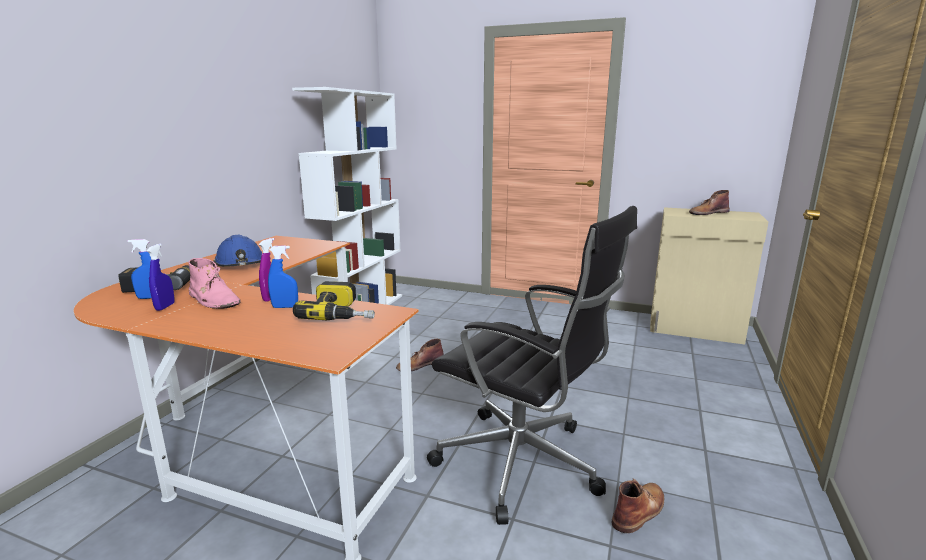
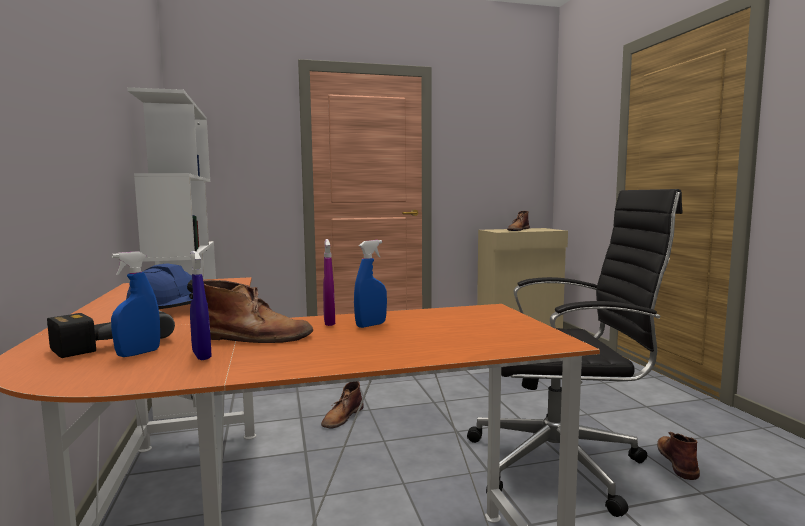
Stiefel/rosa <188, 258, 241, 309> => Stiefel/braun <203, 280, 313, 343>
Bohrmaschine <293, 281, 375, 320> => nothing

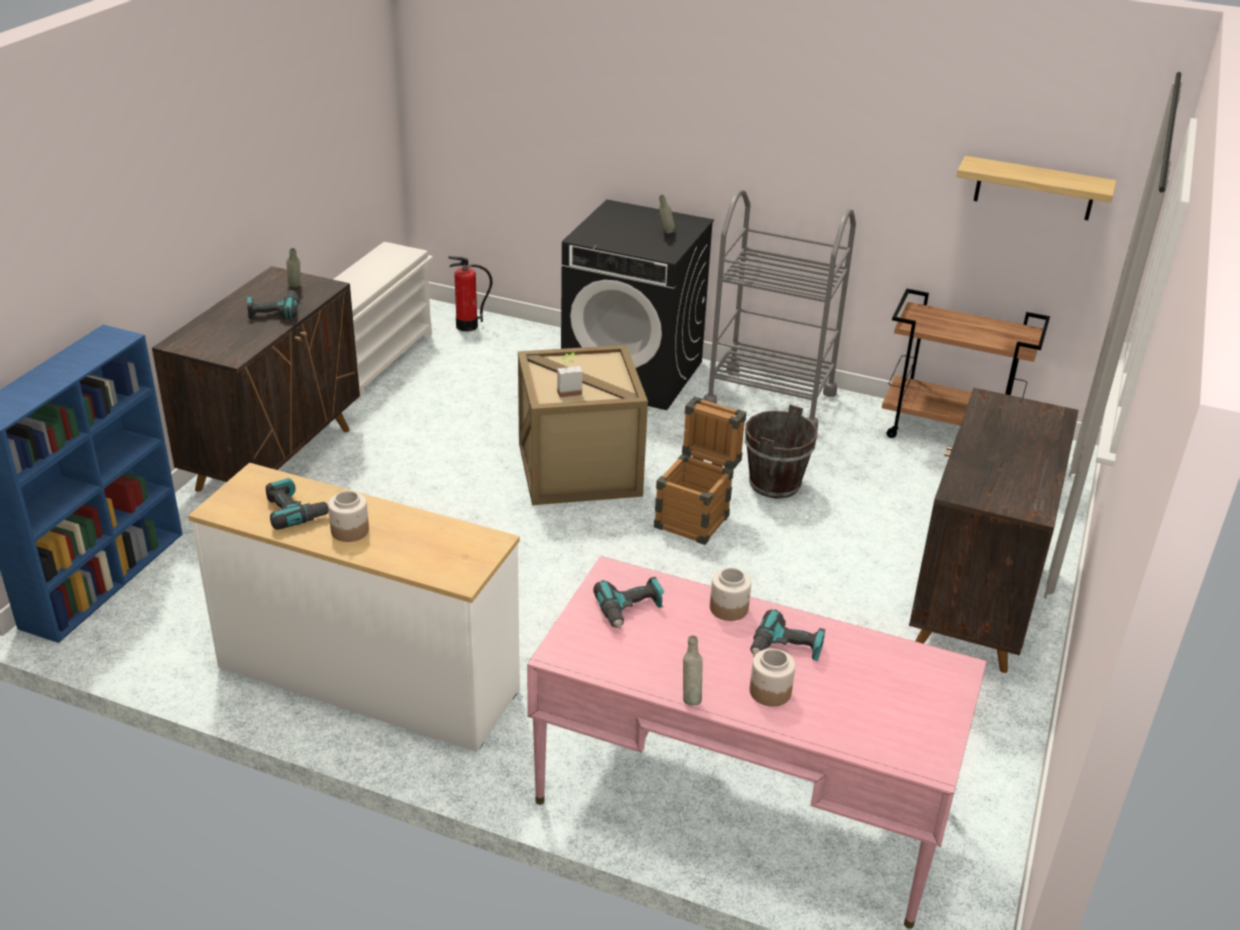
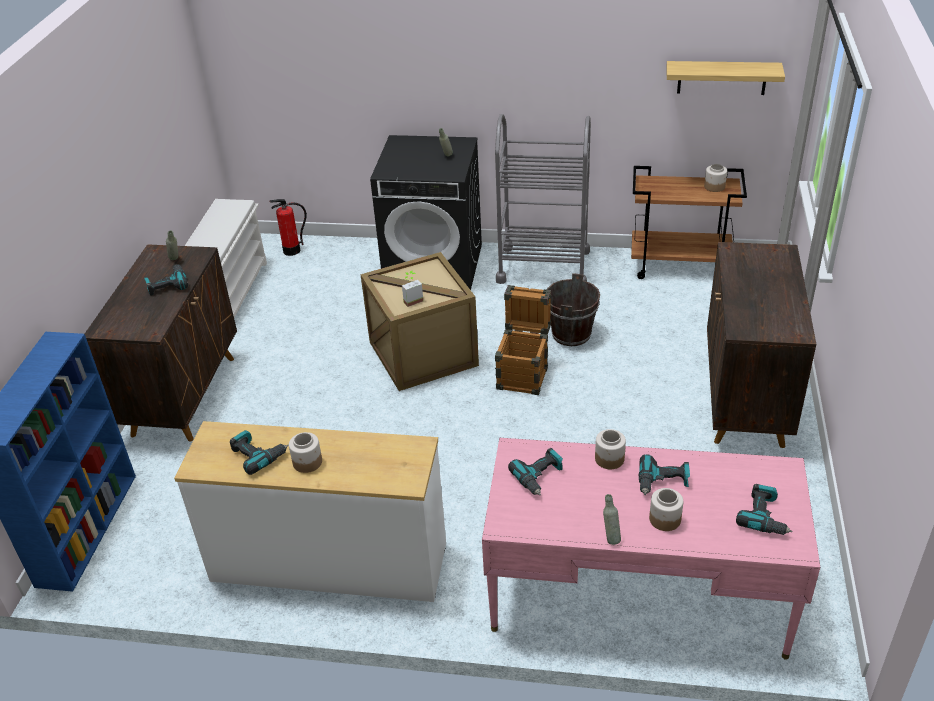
nothing => Vorratsglas <704, 164, 727, 192>
nothing => Bohrmaschine <736, 484, 793, 535>

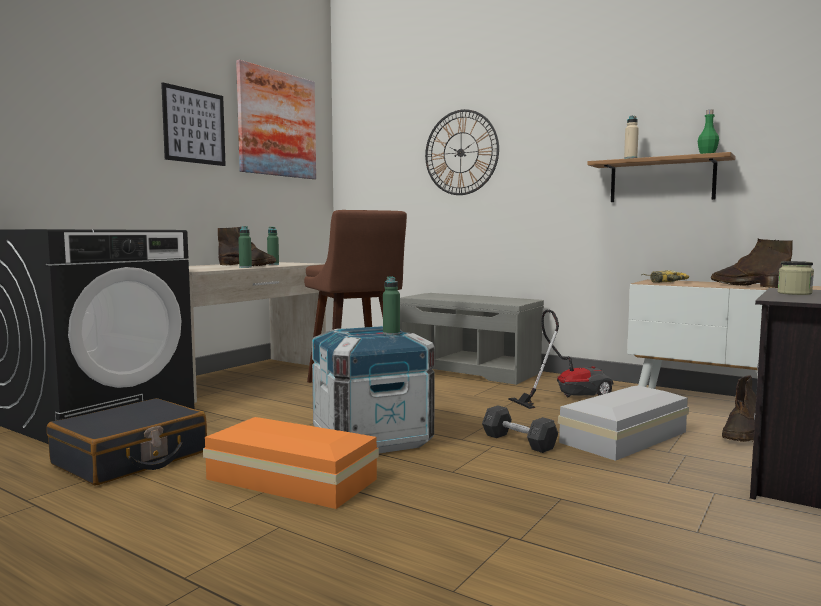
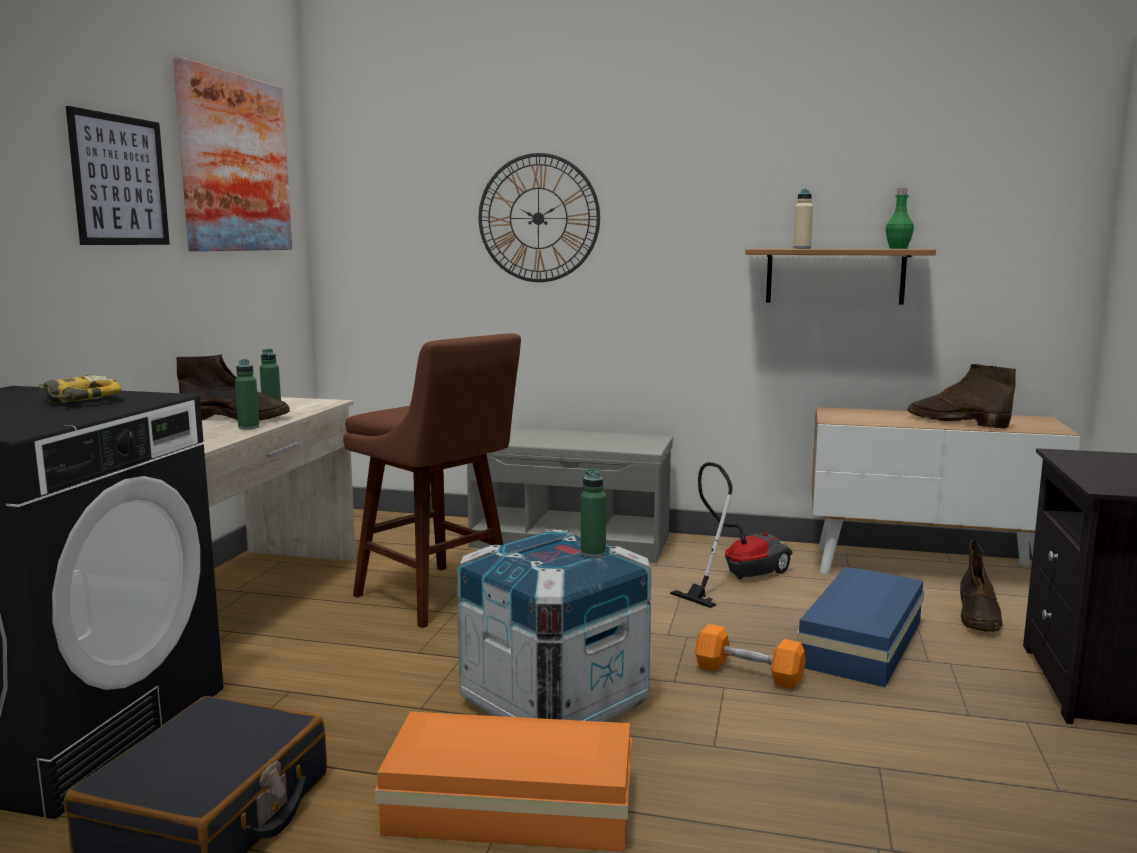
Hantel/grau <482, 406, 558, 453> => Hantel/orange <695, 624, 806, 689>
Aufbewahrungsbox/weiß <558, 386, 689, 461> => Aufbewahrungsbox/blau <796, 567, 924, 687>
Bohrmaschine <641, 270, 689, 283> => Bohrmaschine <39, 374, 121, 404>, shifted
Vorratsglas <777, 261, 814, 295> => nothing

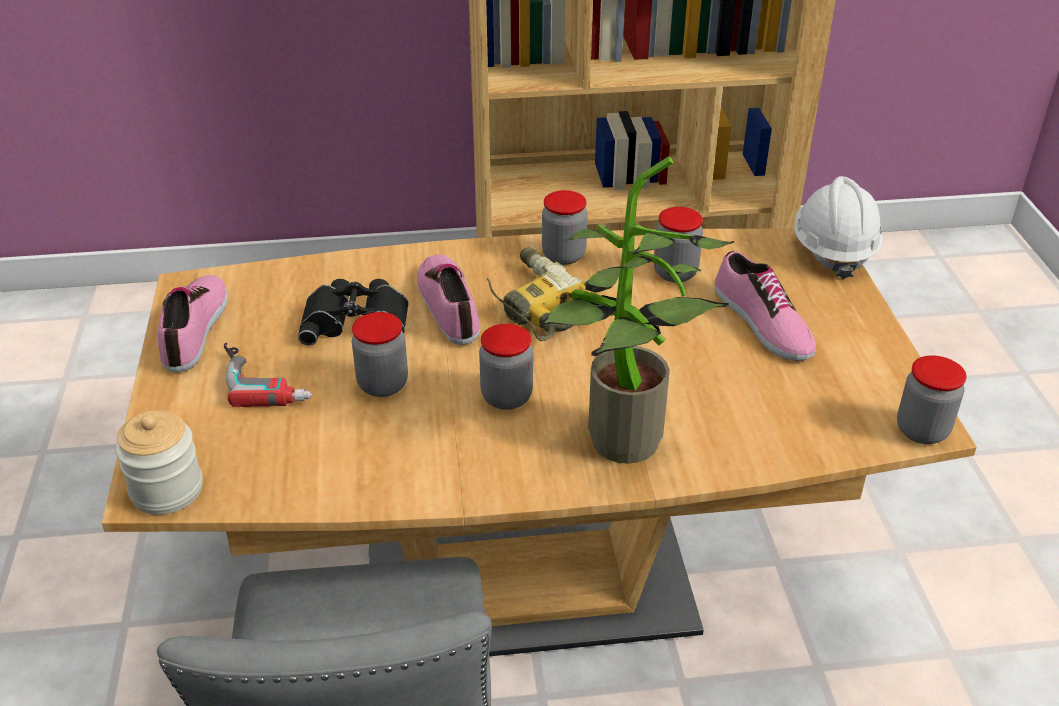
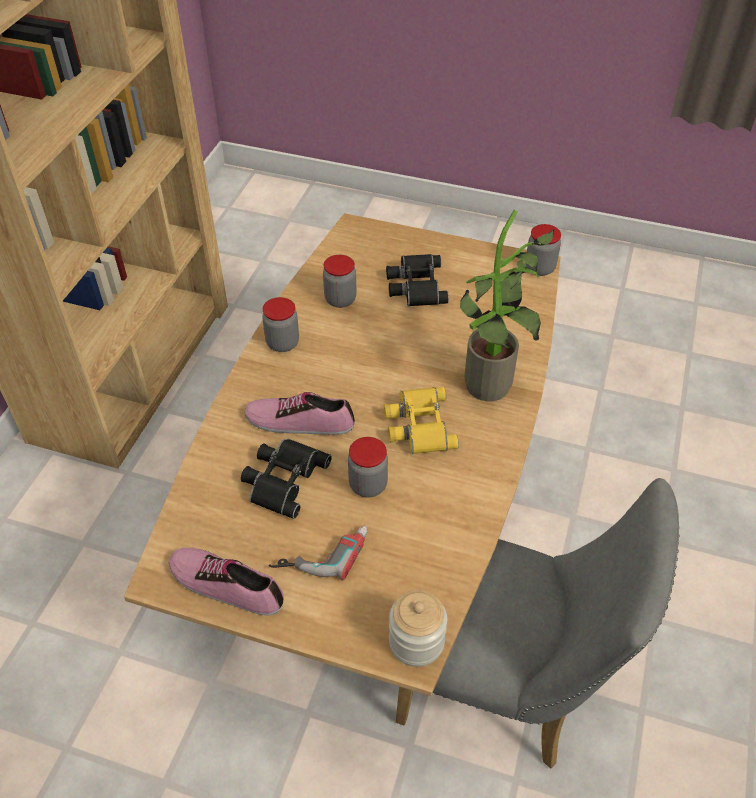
Vorratsglas <479, 324, 533, 410> => Fernglas/gelb <384, 387, 459, 454>
Bohrmaschine <486, 247, 594, 341> => nothing
Schuh <715, 251, 816, 361> => Fernglas/schwarz <386, 254, 449, 306>
Schutzhelm/weiß <794, 176, 883, 279> => nothing

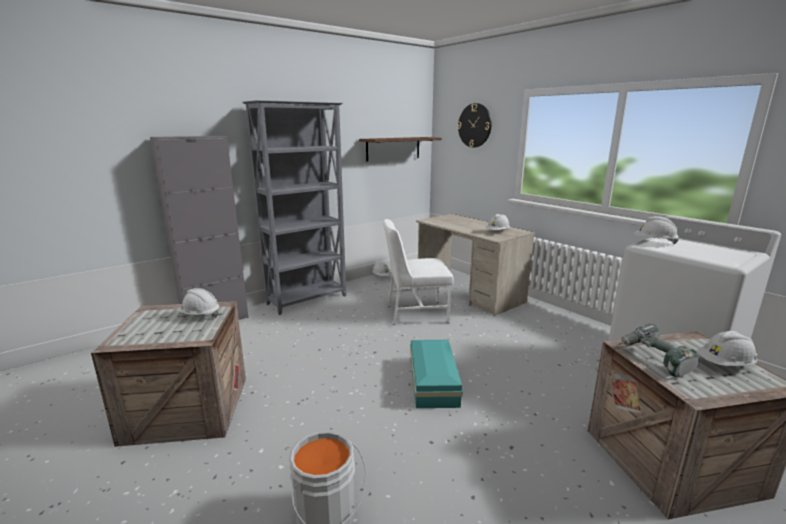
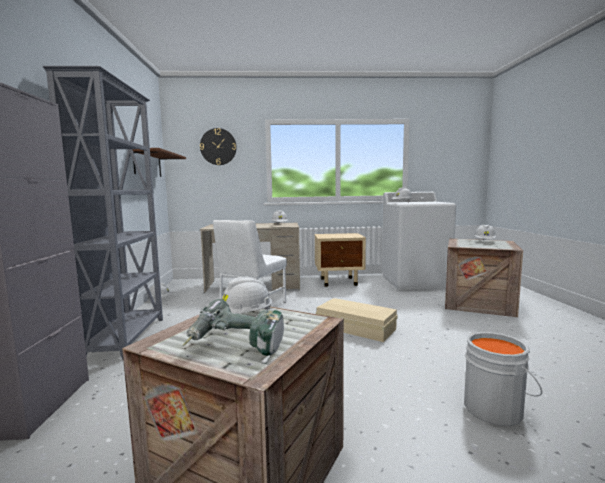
Aufbewahrungsbox/türkis <410, 340, 463, 408> => Aufbewahrungsbox/beige <316, 298, 398, 342>
Bohrmaschine <616, 324, 699, 380> => Bohrmaschine <183, 299, 284, 364>, shifted
nothing => Nachttisch/beige <314, 233, 366, 287>

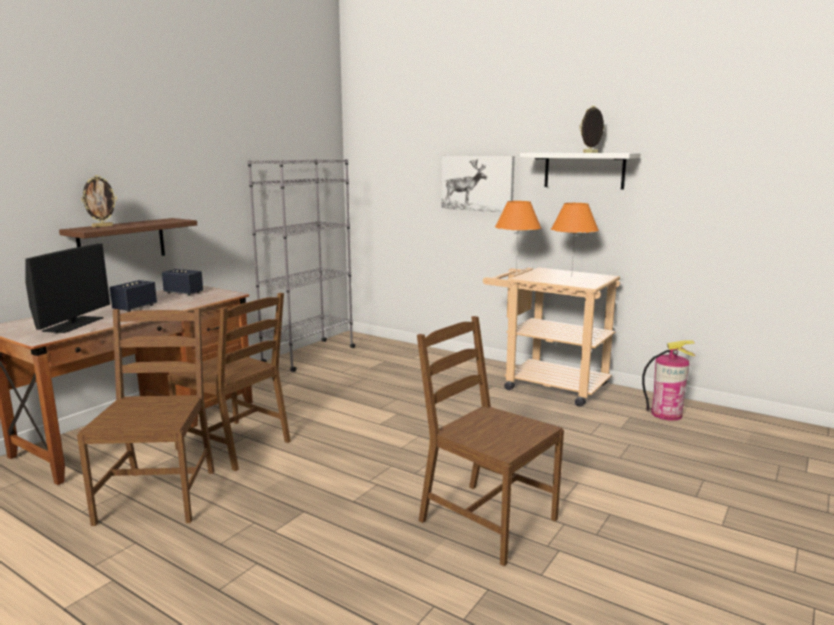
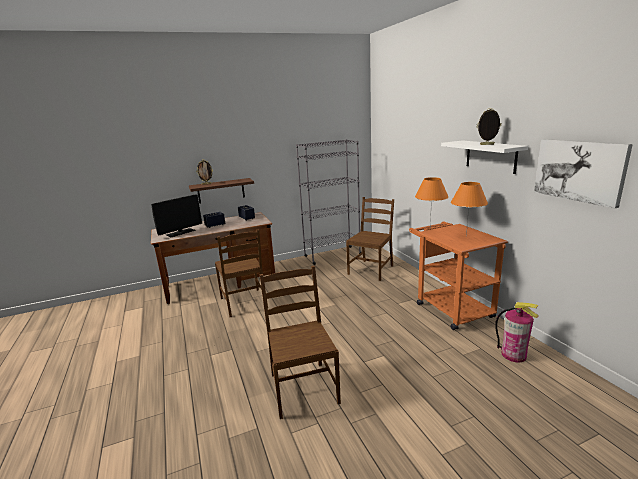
Stuhl/braun <77, 308, 214, 526> => Stuhl/braun <346, 197, 394, 281>, shifted
Bild <441, 156, 515, 212> => Bild <534, 139, 633, 208>, shifted
Rollwagen/beige <483, 267, 620, 407> => Rollwagen/orange <409, 221, 508, 330>

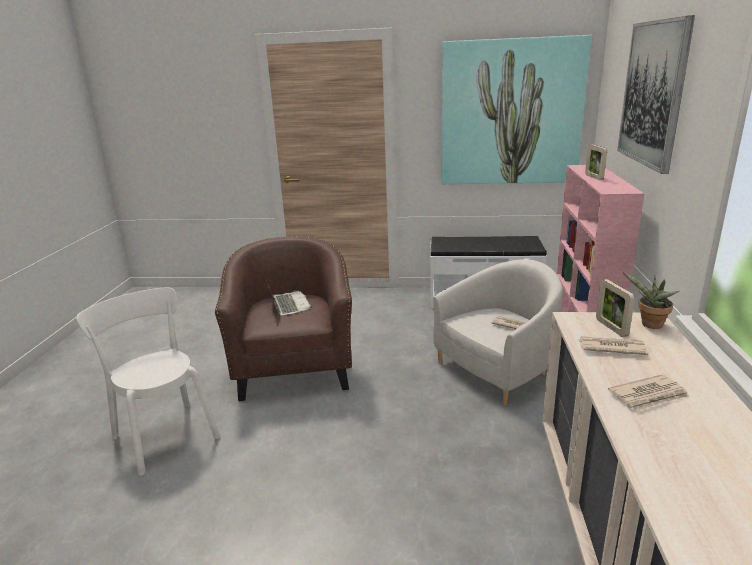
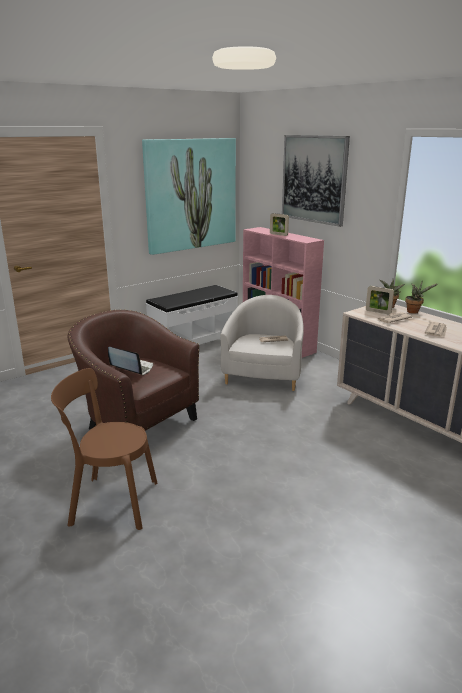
Stuhl/weiß <76, 287, 220, 476> => Stuhl/braun <51, 368, 157, 530>
nothing => Topfpflanze <405, 282, 438, 314>

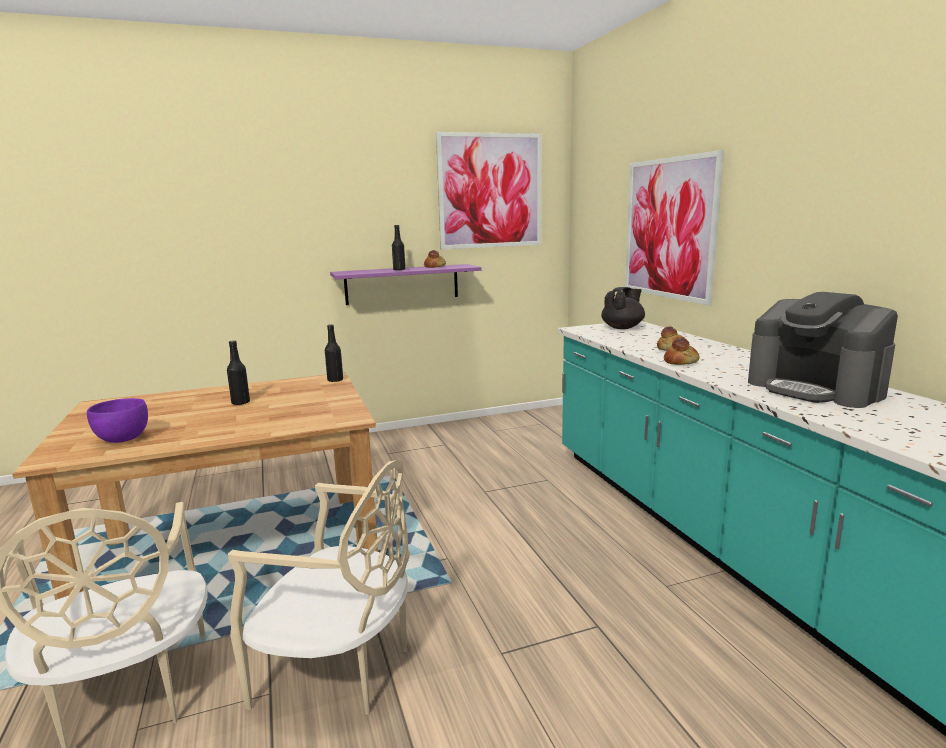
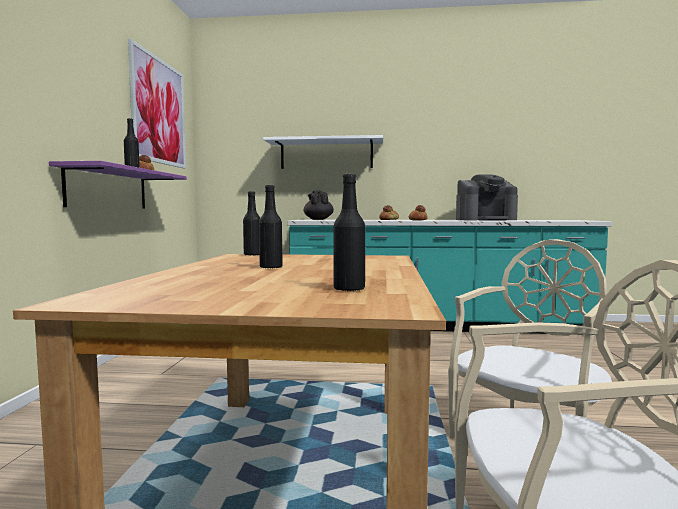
Schüssel/lila <87, 398, 148, 443> => Flasche/schwarz <333, 174, 365, 292>
Bild <625, 150, 724, 305> => Wandregal/weiß <263, 135, 383, 169>

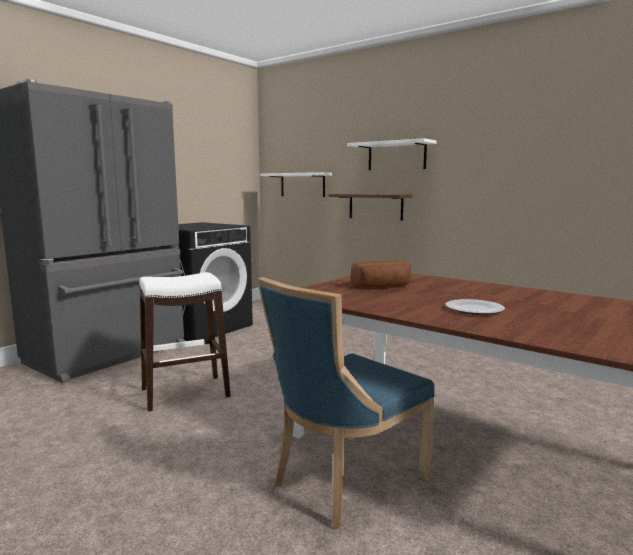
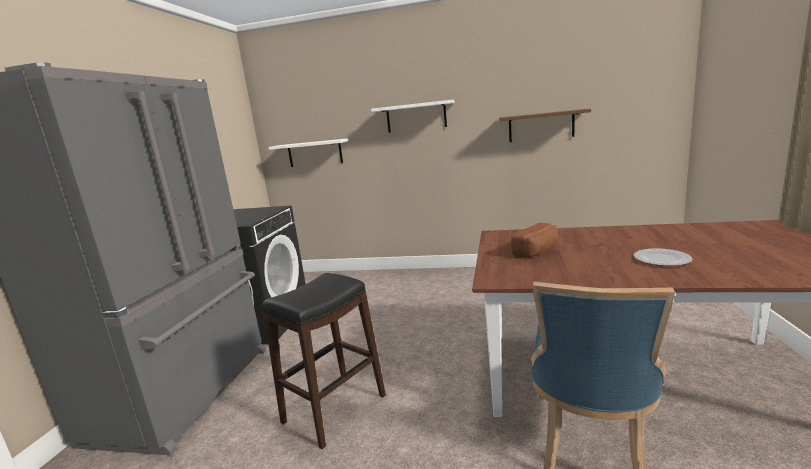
Hocker/weiß <139, 272, 231, 412> => Hocker/schwarz <262, 273, 386, 449>
Wandregal/braun <329, 194, 413, 221> => Wandregal/braun <499, 109, 591, 142>, shifted

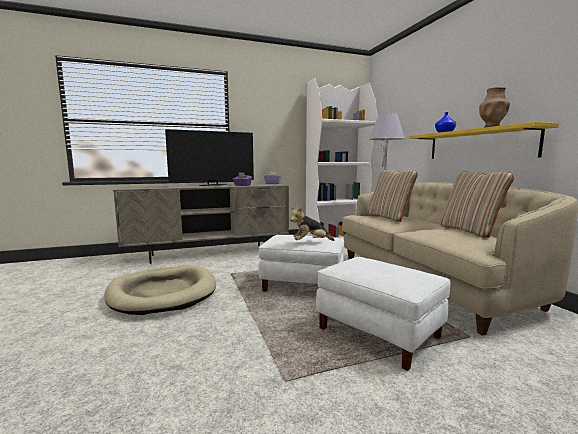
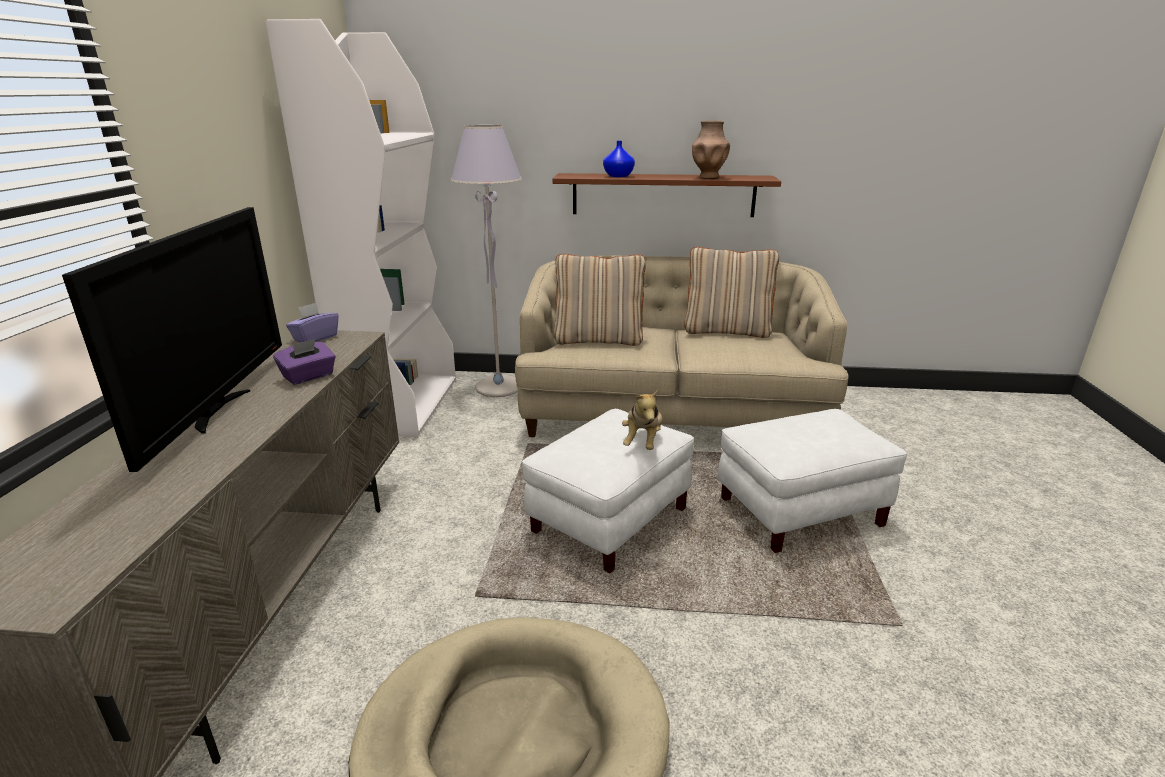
Wandregal/gelb <409, 122, 559, 159> => Wandregal/braun <553, 173, 781, 217>

